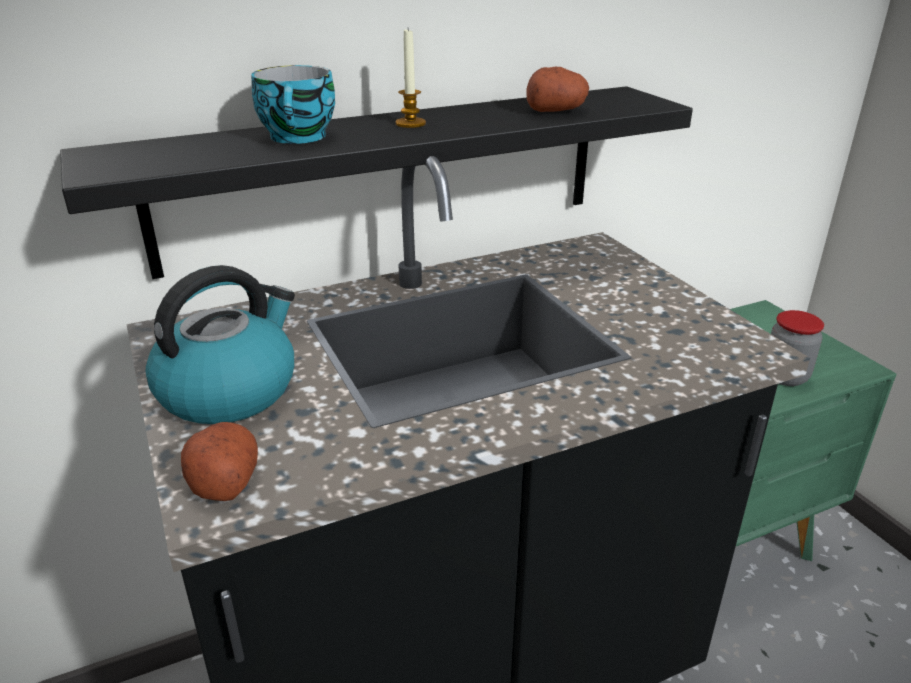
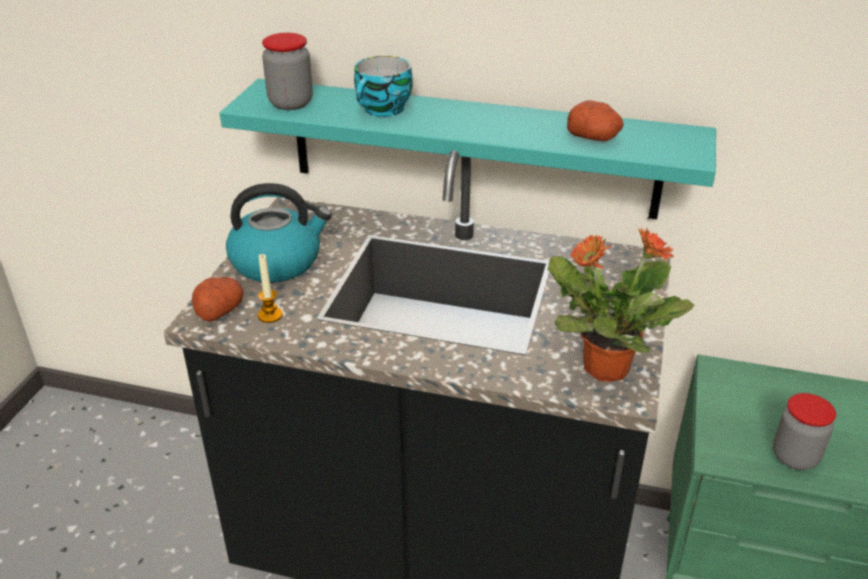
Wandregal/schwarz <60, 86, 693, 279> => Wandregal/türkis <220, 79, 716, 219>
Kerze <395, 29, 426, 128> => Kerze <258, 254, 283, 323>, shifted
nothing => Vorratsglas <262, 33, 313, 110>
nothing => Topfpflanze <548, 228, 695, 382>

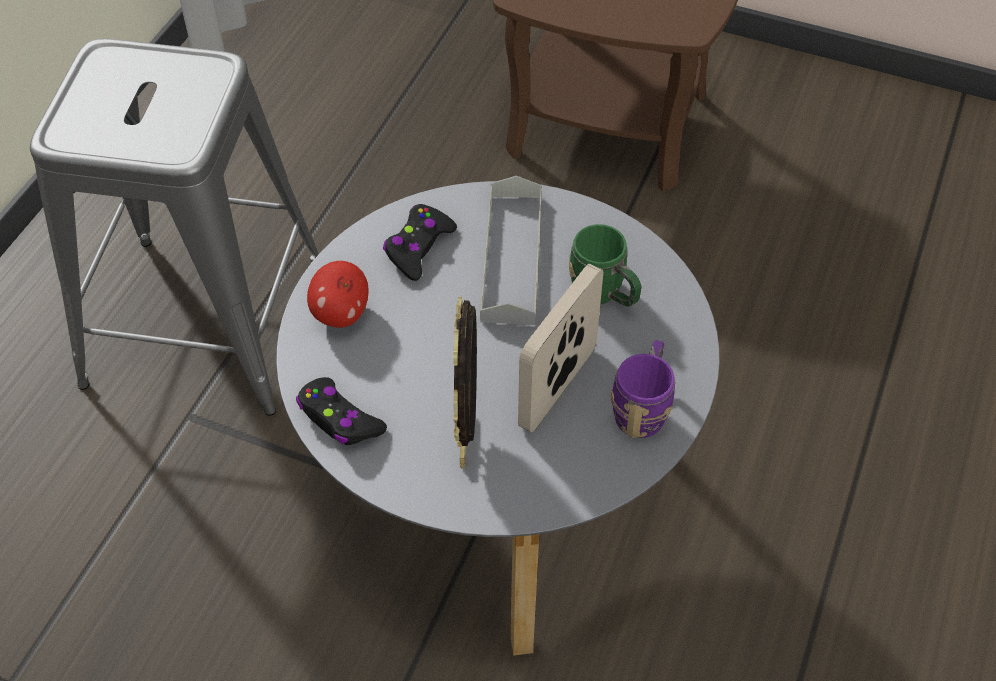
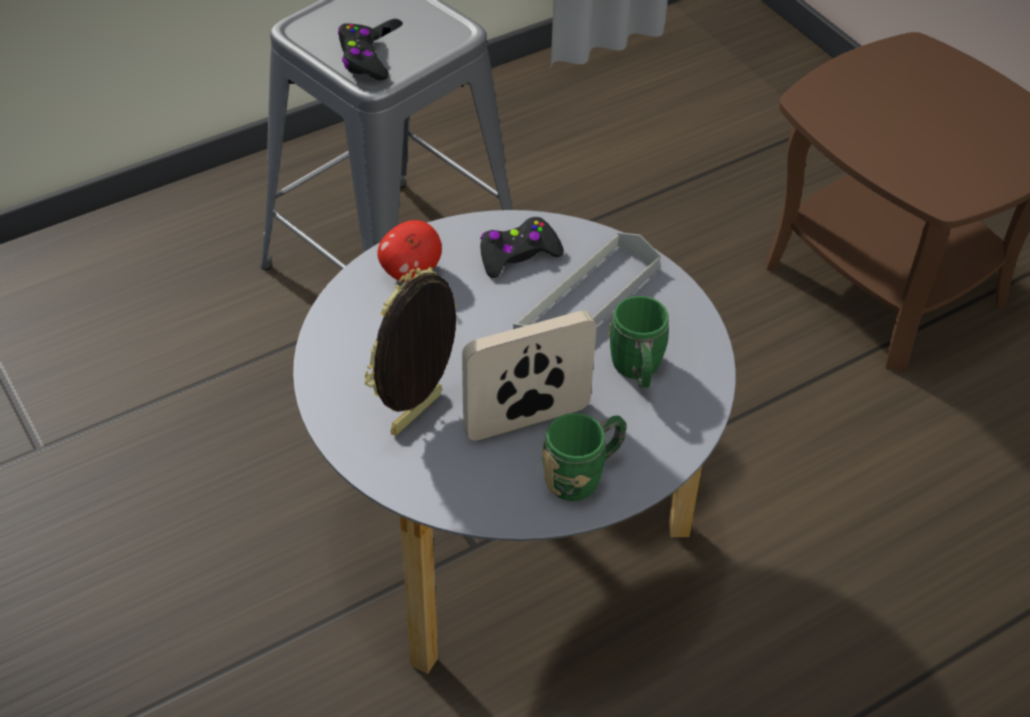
Gamepad/schwarz <296, 377, 387, 445> => Gamepad/schwarz <338, 23, 389, 81>, shifted
Henkelbecher/lila <610, 340, 675, 438> => Henkelbecher/grün <542, 413, 627, 501>

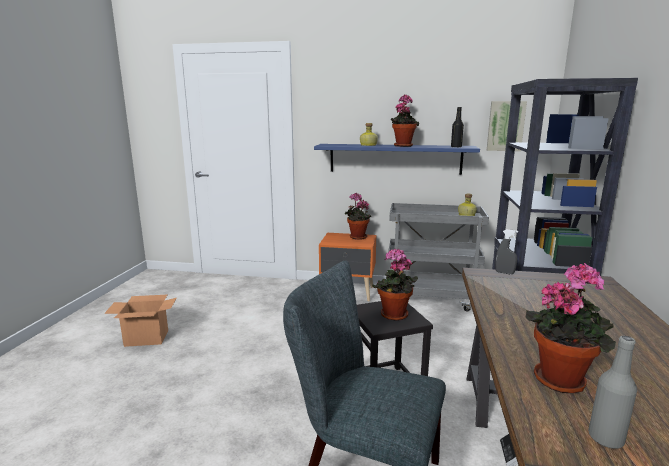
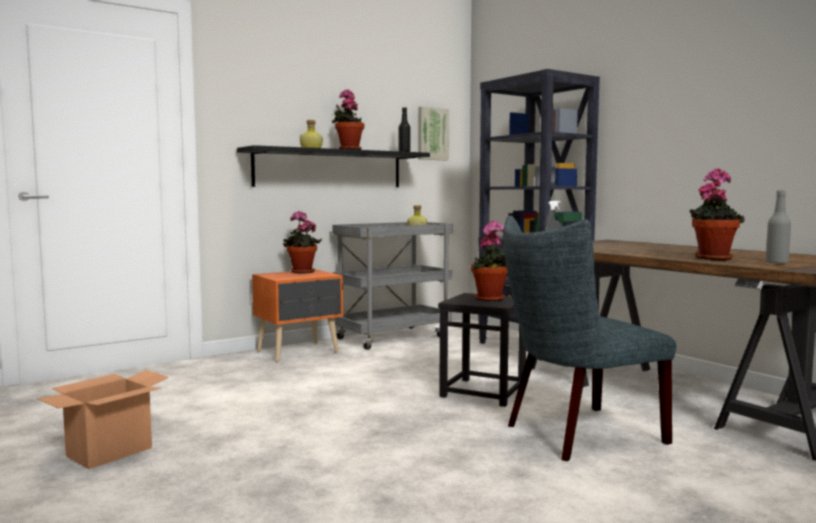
Wandregal/blau <314, 144, 480, 175> => Wandregal/schwarz <237, 145, 430, 187>

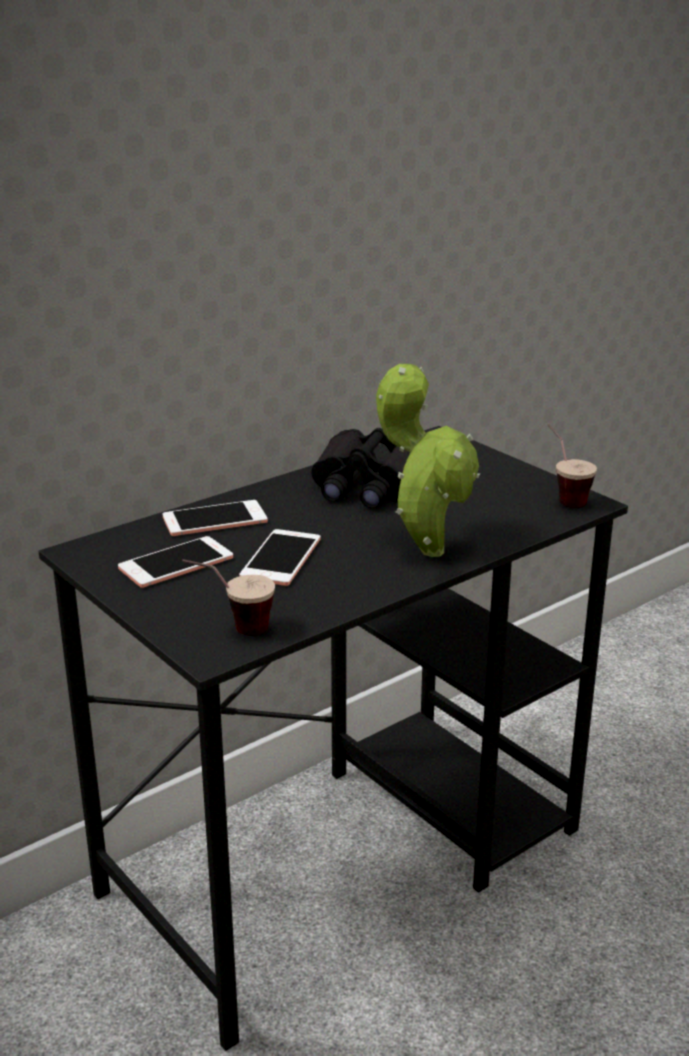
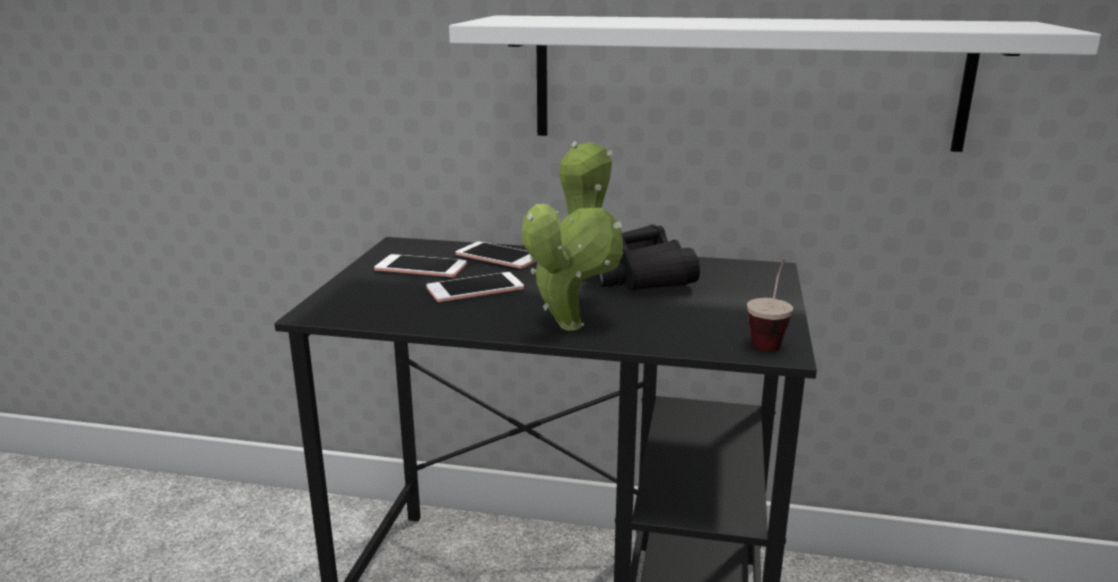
Tasse <182, 559, 275, 635> => nothing
nothing => Wandregal/weiß <449, 15, 1101, 152>

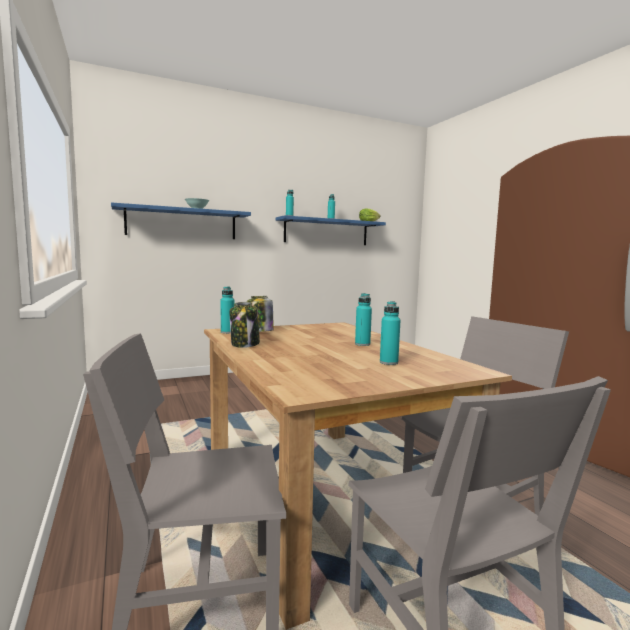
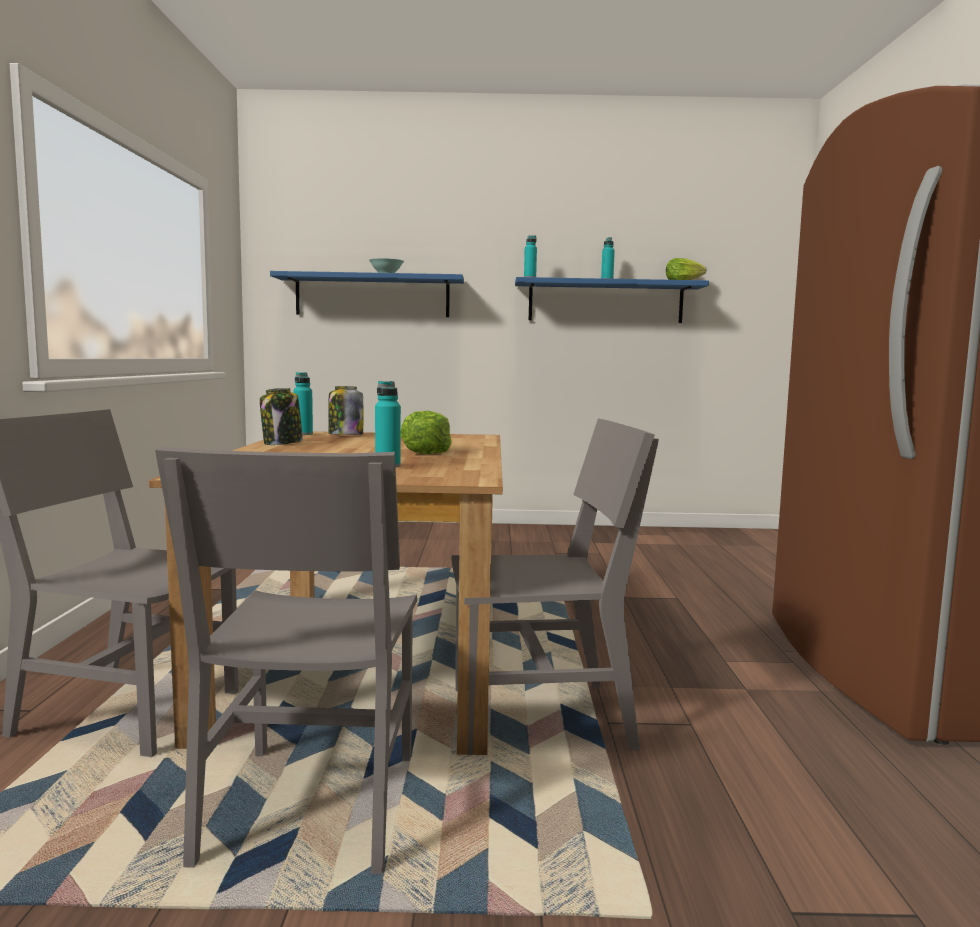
Flasche/türkis <355, 293, 372, 346> => Salatkopf <401, 411, 452, 454>

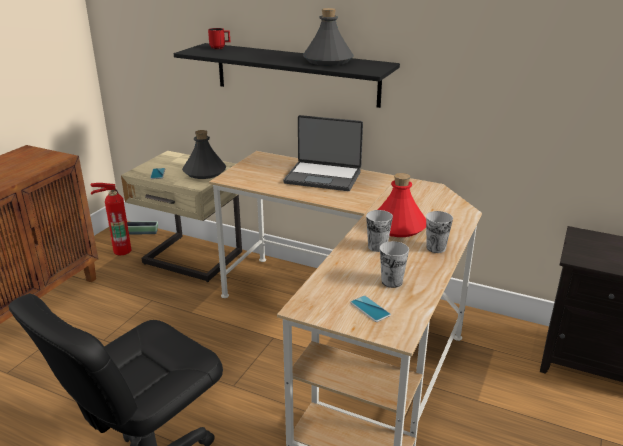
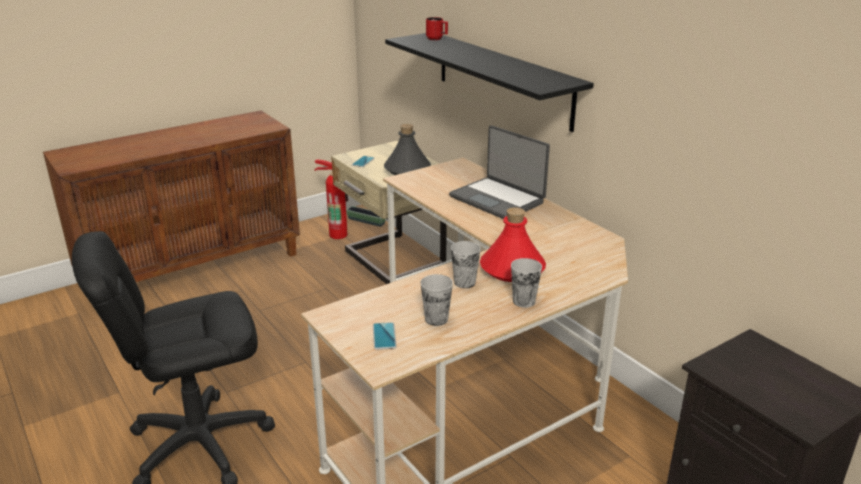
Flasche/grau <303, 8, 353, 66> => nothing

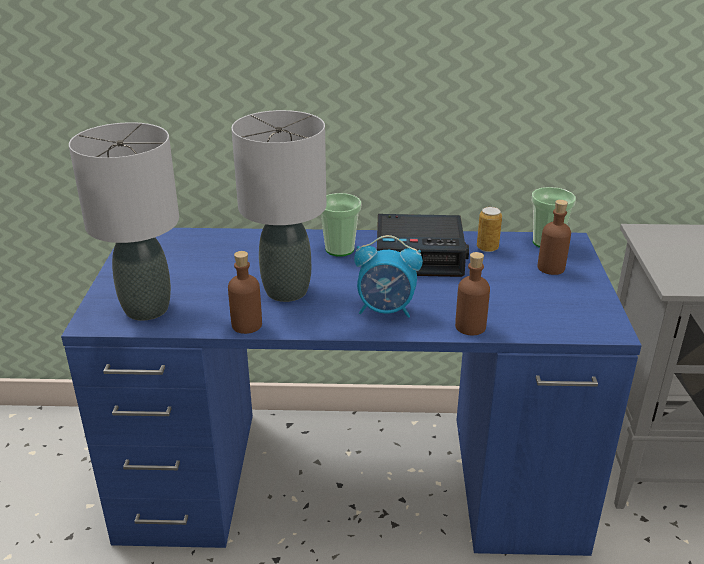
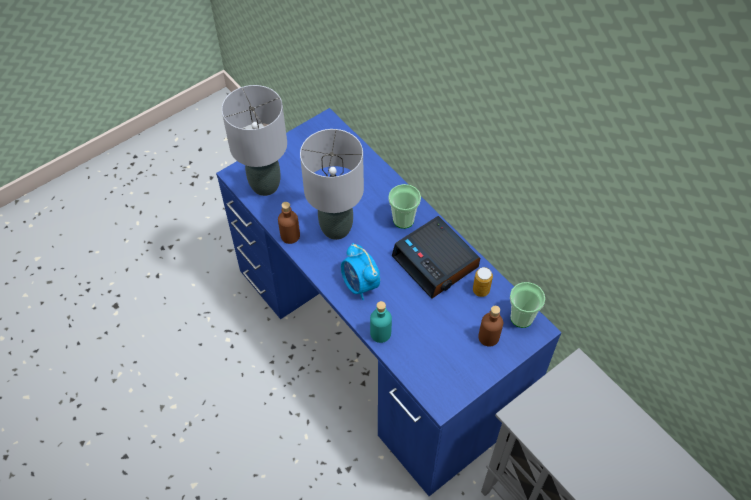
Flasche/braun <455, 252, 490, 335> => Flasche/türkis <370, 301, 392, 343>

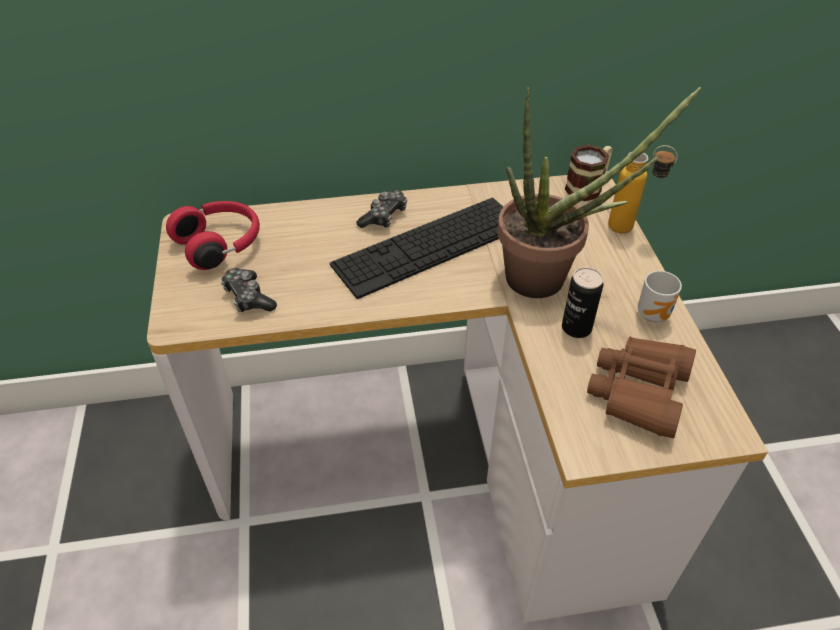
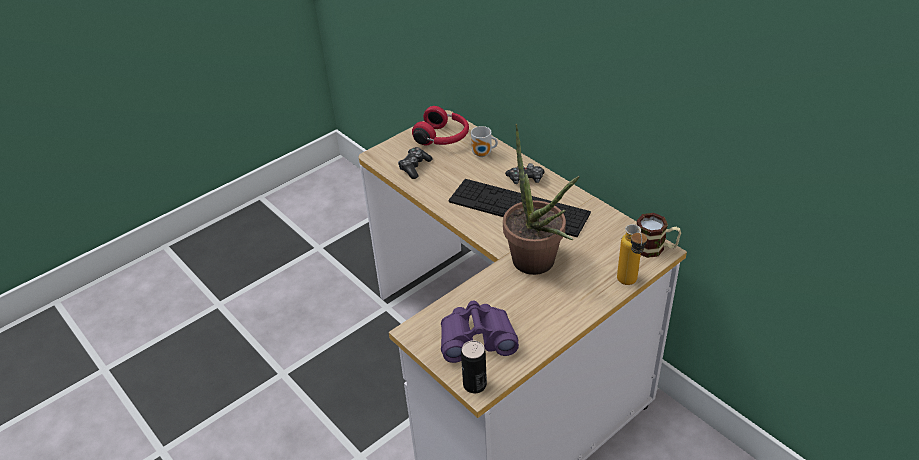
Dose <562, 267, 603, 338> => Dose <461, 340, 487, 393>, shifted
Fernglas/braun <587, 337, 696, 438> => Fernglas/lila <441, 301, 519, 363>
Henkelbecher <638, 271, 682, 322> => Henkelbecher <471, 126, 498, 157>, shifted

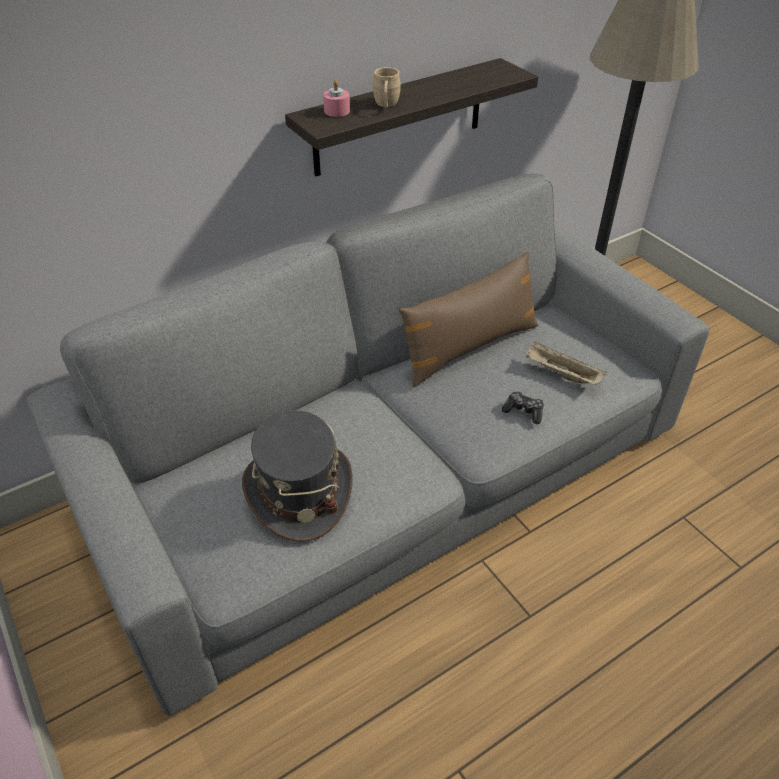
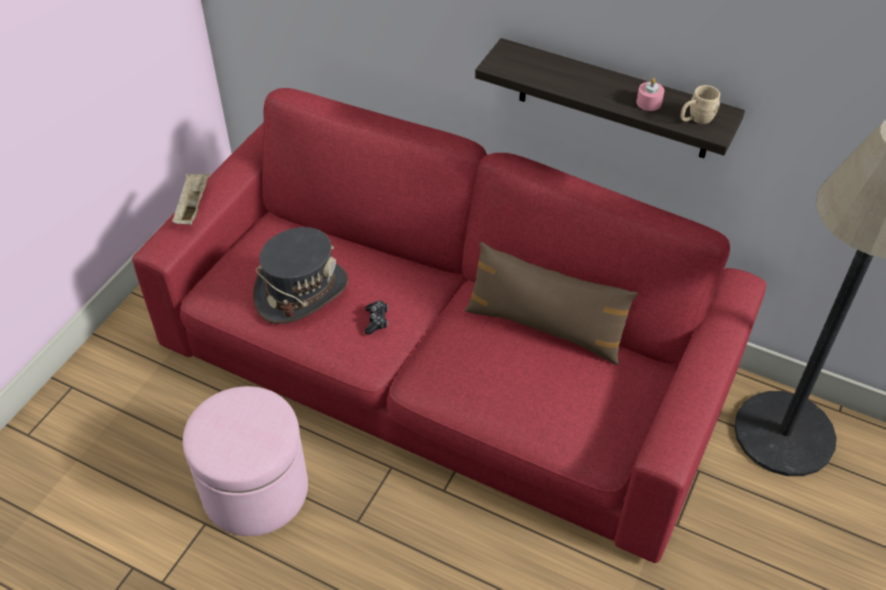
Sofa/grau <26, 174, 710, 716> => Sofa/rot <132, 88, 766, 563>
Kerze/rosa <323, 80, 350, 117> => Kerze/rosa <636, 78, 664, 111>, shifted
Henkelbecher/beige <372, 67, 401, 108> => Henkelbecher/beige <680, 85, 720, 124>, shifted
Gamepad <502, 391, 544, 424> => Gamepad <365, 301, 388, 335>, shifted
Tablett/beige <526, 341, 607, 384> => Tablett/beige <172, 173, 210, 225>, shifted
nothing => Polsterhocker/rosa <183, 386, 308, 536>

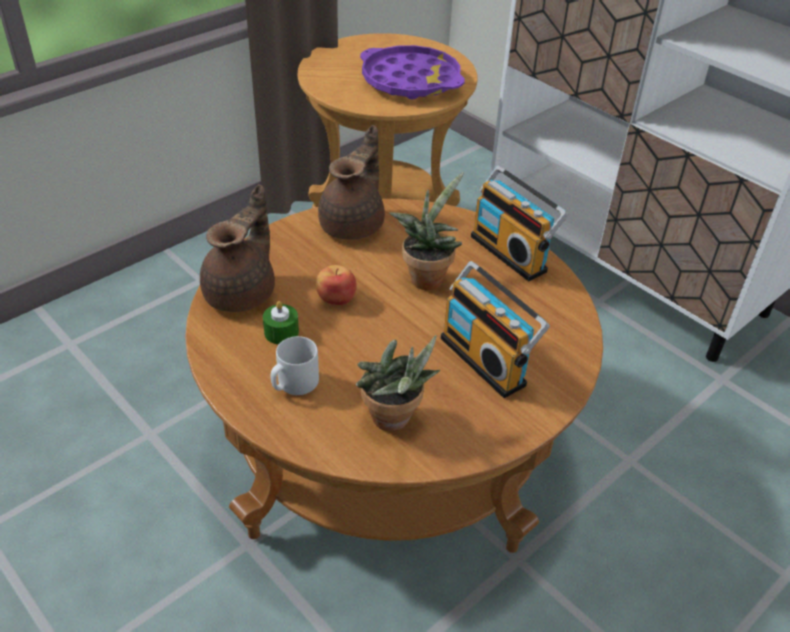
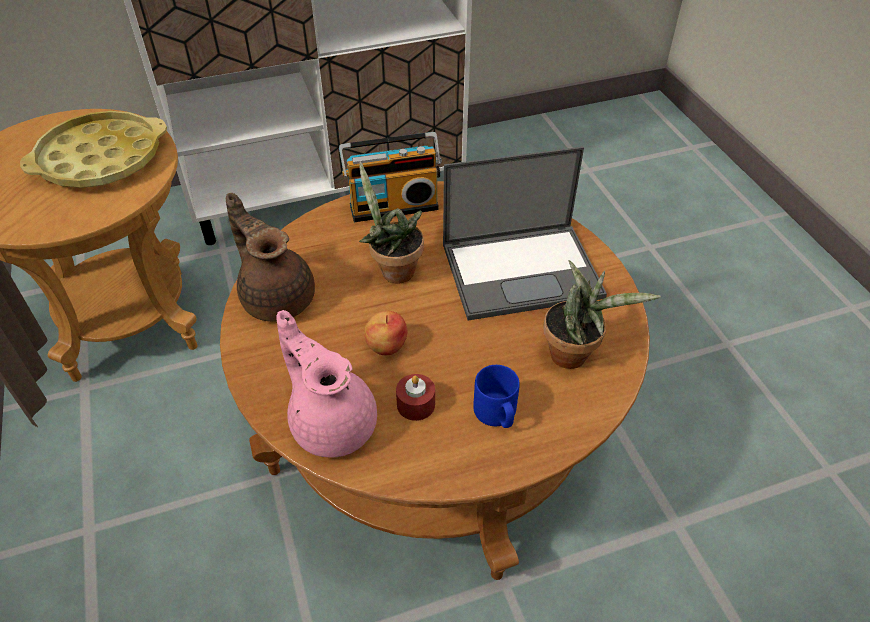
Teekanne/braun <200, 184, 275, 312> => Teekanne/rosa <276, 310, 377, 458>
Kerze/grün <263, 301, 299, 344> => Kerze/rot <396, 374, 435, 421>
Henkelbecher/grau <271, 336, 319, 395> => Henkelbecher/blau <473, 365, 520, 428>
Tablett/lila <360, 45, 465, 99> => Tablett/gelb <20, 111, 167, 188>
Radio <441, 261, 550, 398> => Laptop <443, 147, 607, 321>

